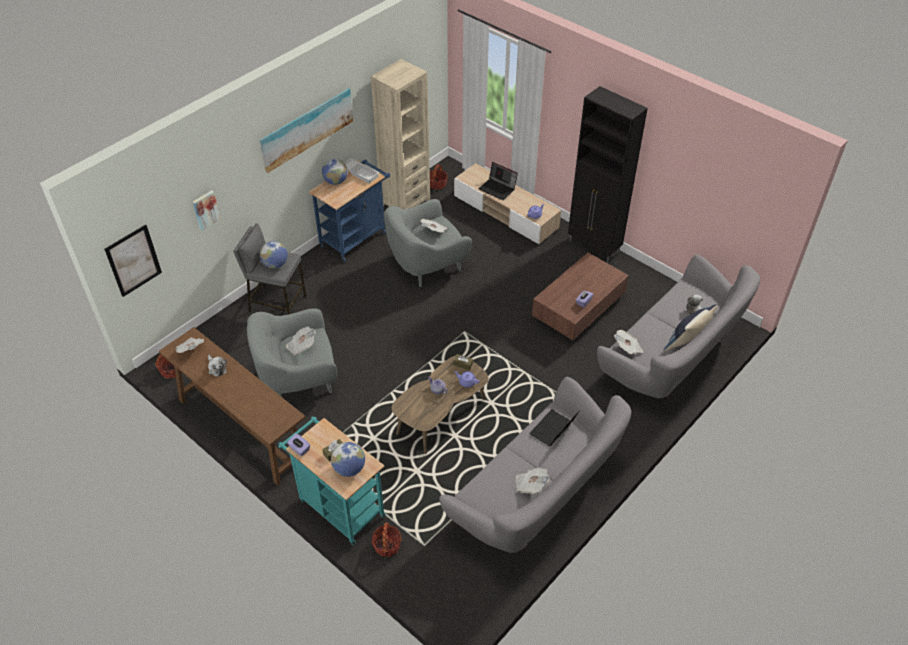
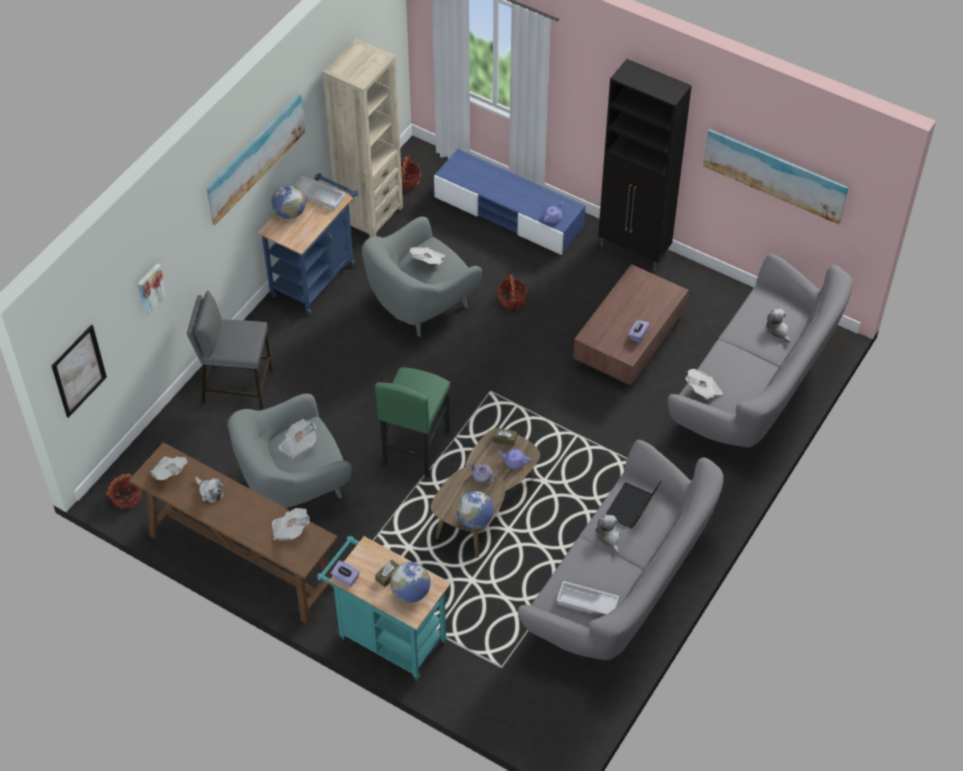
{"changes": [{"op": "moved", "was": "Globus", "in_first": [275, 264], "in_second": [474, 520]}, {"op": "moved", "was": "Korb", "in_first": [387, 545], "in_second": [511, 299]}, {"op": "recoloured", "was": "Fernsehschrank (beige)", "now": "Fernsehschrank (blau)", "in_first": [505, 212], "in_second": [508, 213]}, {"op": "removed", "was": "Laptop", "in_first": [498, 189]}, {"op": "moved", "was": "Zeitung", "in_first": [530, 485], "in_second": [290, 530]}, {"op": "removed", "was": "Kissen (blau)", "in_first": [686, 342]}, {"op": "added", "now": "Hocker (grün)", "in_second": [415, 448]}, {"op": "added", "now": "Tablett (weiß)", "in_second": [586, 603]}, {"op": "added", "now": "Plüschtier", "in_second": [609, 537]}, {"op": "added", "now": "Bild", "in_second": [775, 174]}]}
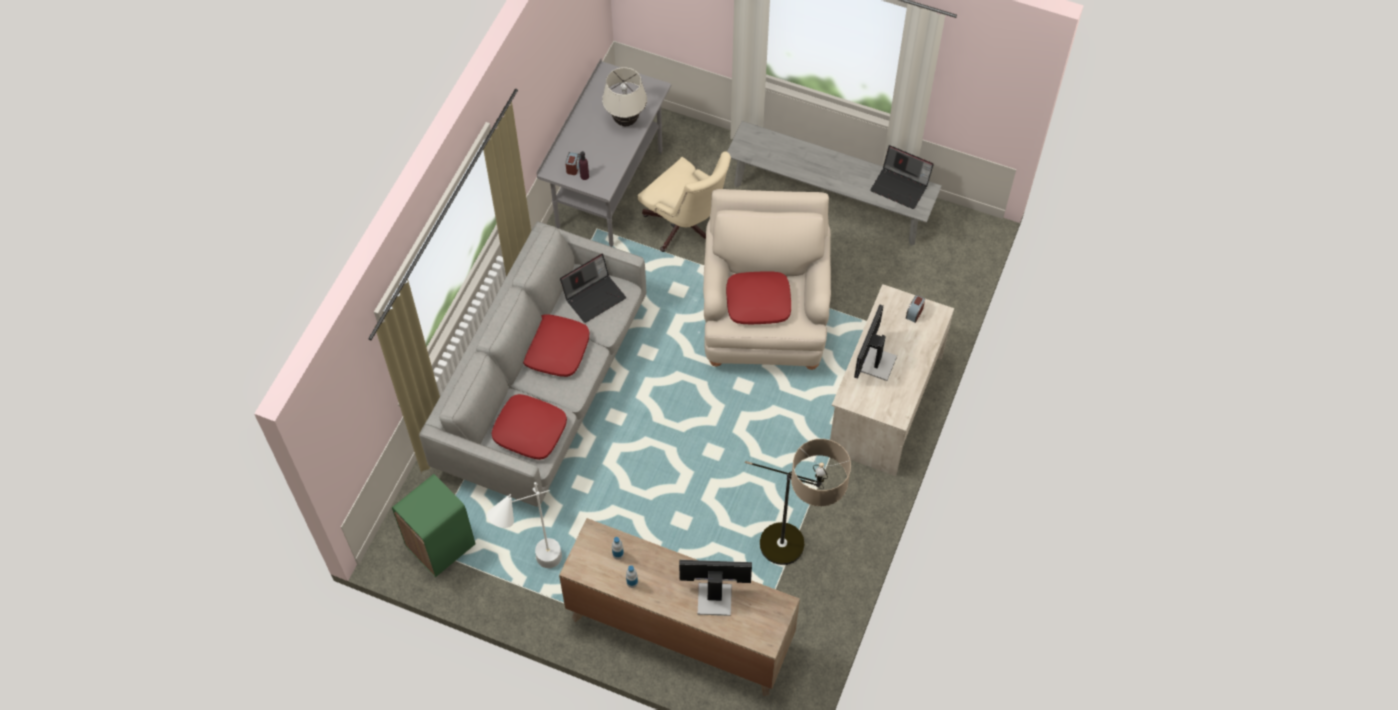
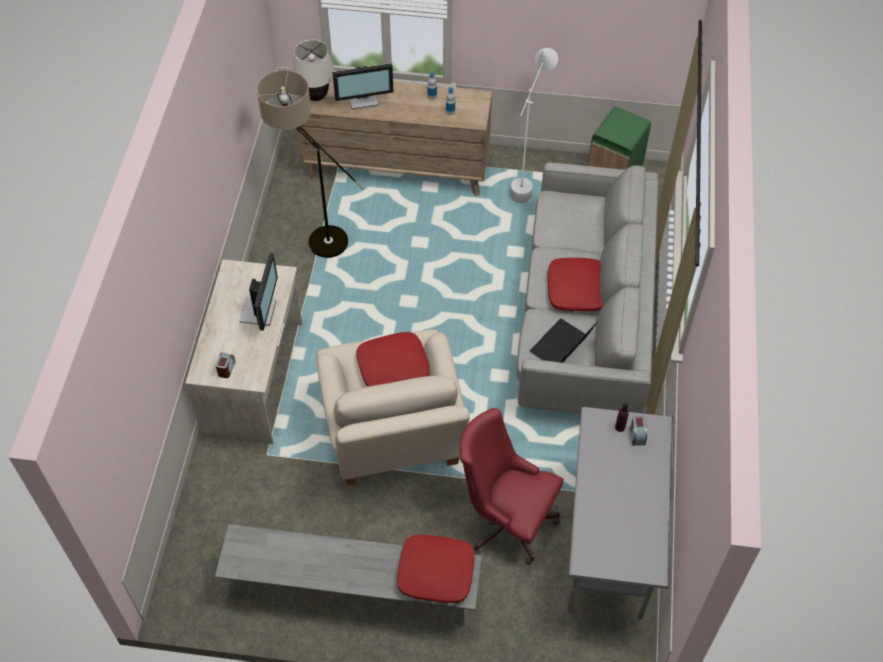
{"changes": [{"op": "moved", "was": "Kissen (rot)", "in_first": [530, 431], "in_second": [435, 573]}, {"op": "moved", "was": "Tischlampe (beige)", "in_first": [625, 121], "in_second": [316, 97]}, {"op": "recoloured", "was": "Bürostuhl (beige)", "now": "Bürostuhl (rot)", "in_first": [686, 227], "in_second": [506, 519]}, {"op": "removed", "was": "Laptop", "in_first": [901, 186]}]}
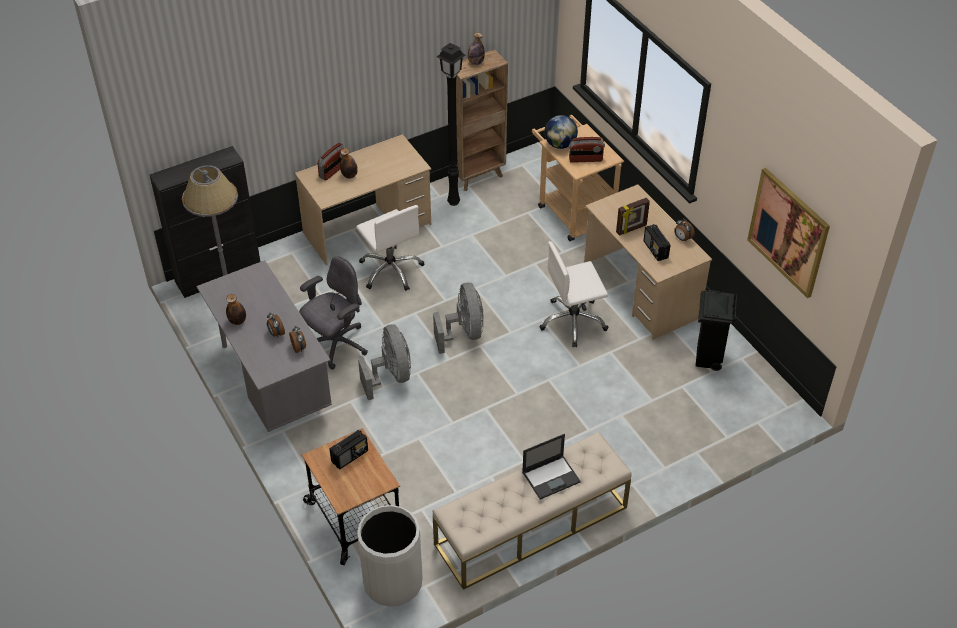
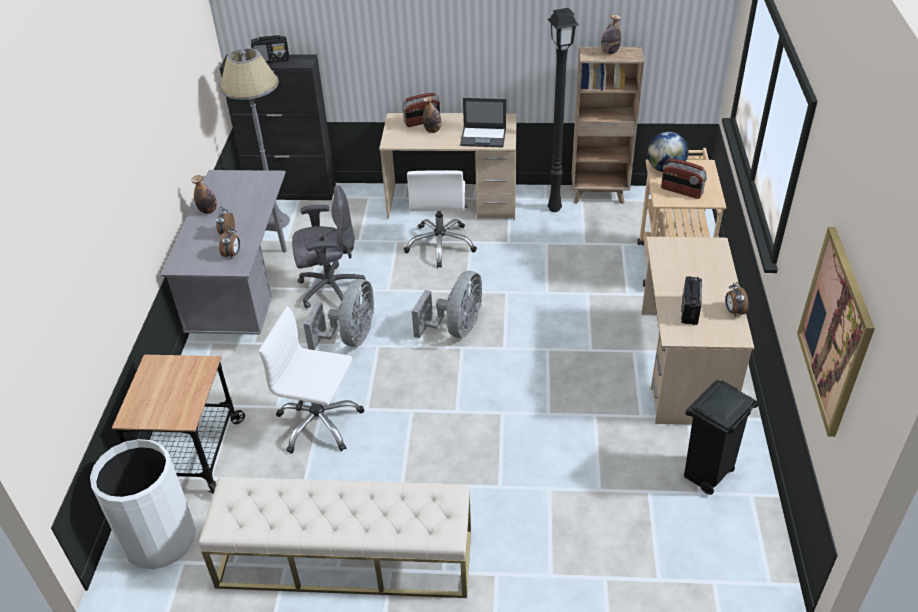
{"changes": [{"op": "moved", "was": "Radio", "in_first": [350, 456], "in_second": [272, 60]}, {"op": "moved", "was": "Laptop", "in_first": [551, 477], "in_second": [484, 137]}, {"op": "moved", "was": "Bürostuhl (weiß)", "in_first": [573, 322], "in_second": [319, 423]}, {"op": "removed", "was": "Bilderrahmen", "in_first": [631, 229]}]}
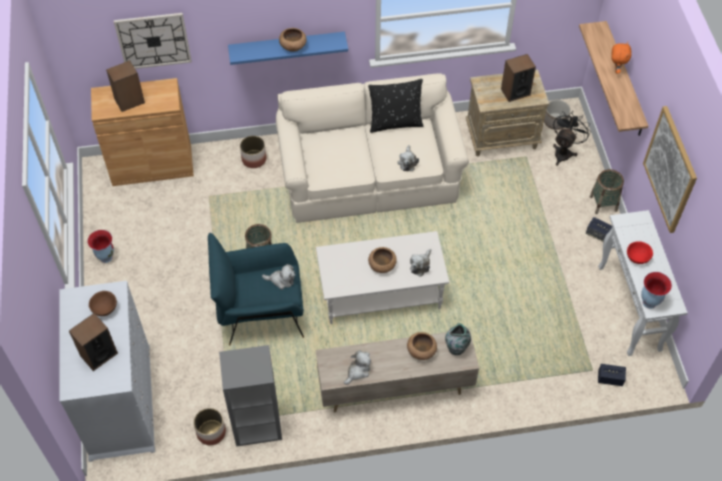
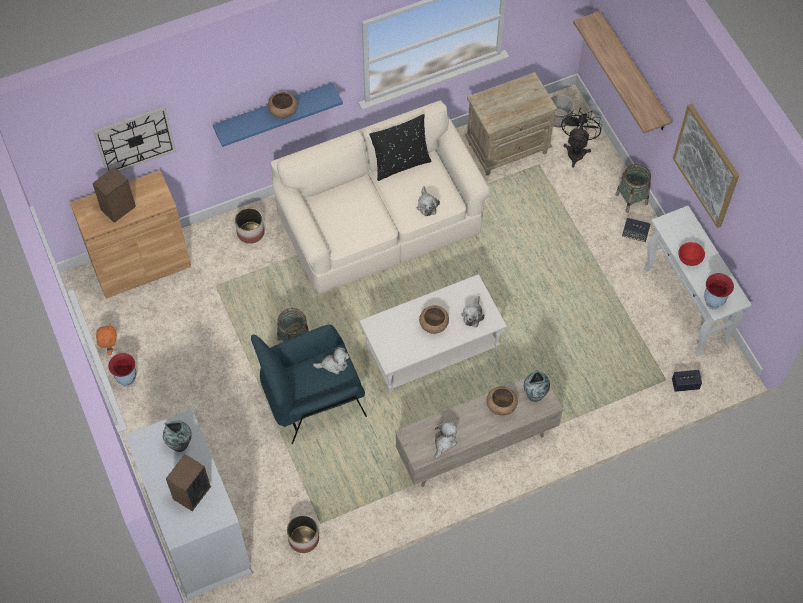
{"changes": [{"op": "replaced", "was": "Schüssel (braun)", "now": "Vase", "in_first": [105, 308], "in_second": [180, 444]}, {"op": "removed", "was": "Bücherregal (grau)", "in_first": [256, 426]}, {"op": "removed", "was": "Lautsprecher", "in_first": [515, 92]}, {"op": "moved", "was": "Plüschtier (orange)", "in_first": [616, 69], "in_second": [110, 347]}]}
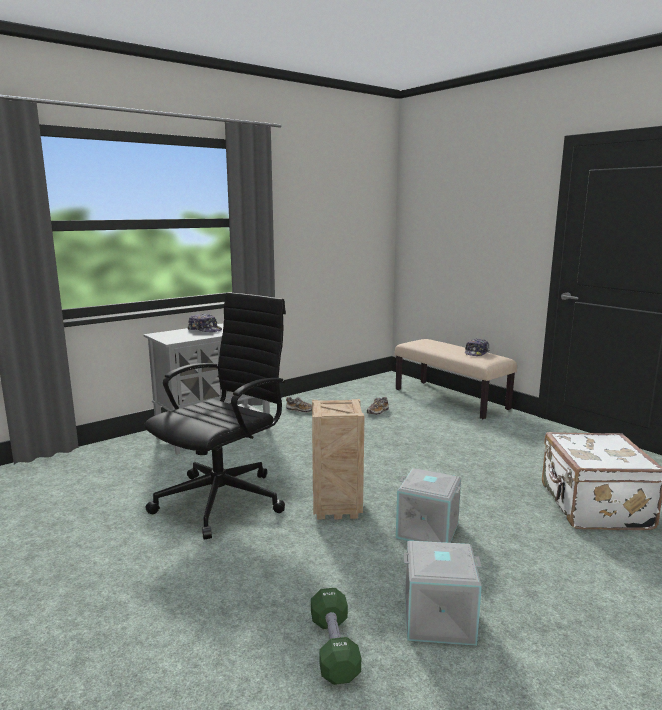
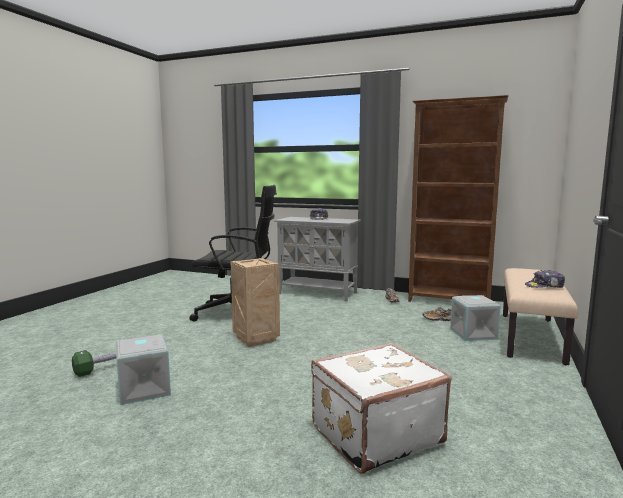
{"changes": [{"op": "moved", "was": "Aufbewahrungsbox (grau)", "in_first": [428, 530], "in_second": [474, 334]}, {"op": "added", "now": "Bücherregal (braun)", "in_second": [449, 301]}]}
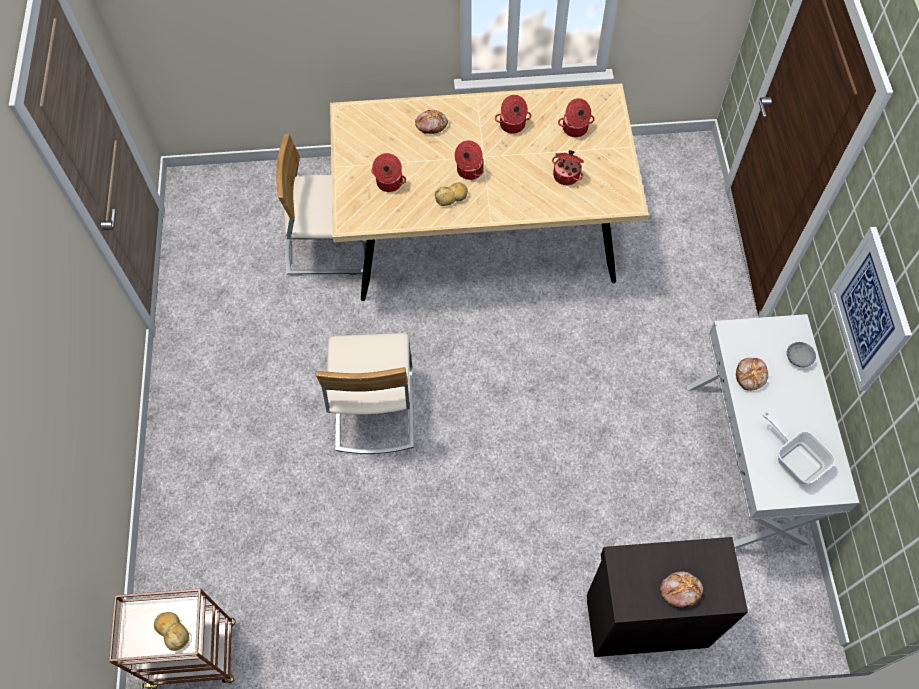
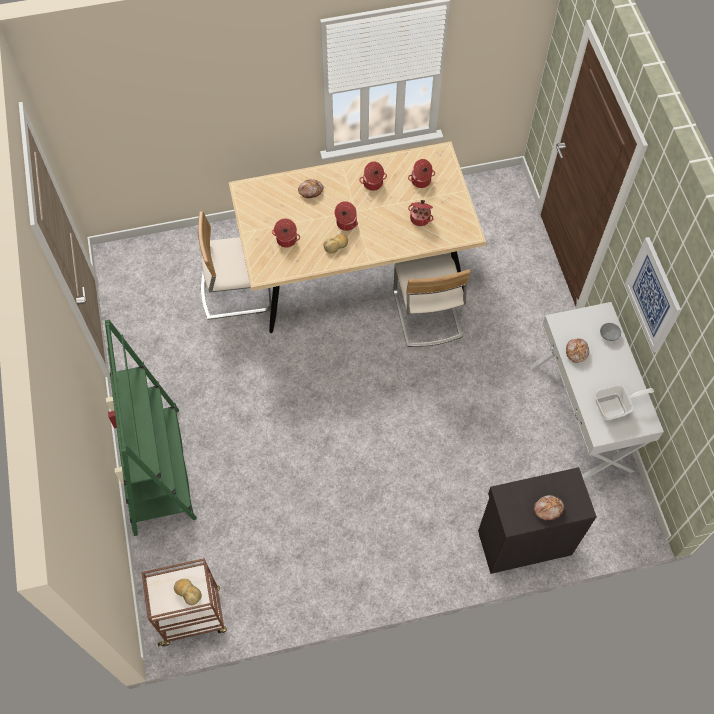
{"changes": [{"op": "moved", "was": "Stuhl (beige)", "in_first": [373, 409], "in_second": [426, 314]}, {"op": "turned", "was": "Pfanne", "in_first": [795, 458], "in_second": [615, 406], "clockwise": 120}, {"op": "added", "now": "Bücherregal (grün)", "in_second": [157, 470]}]}
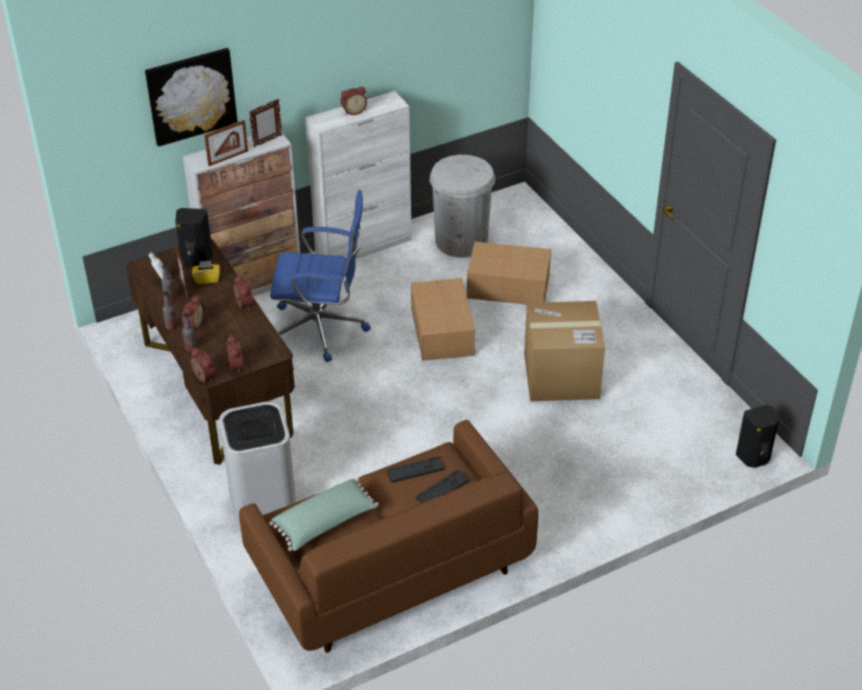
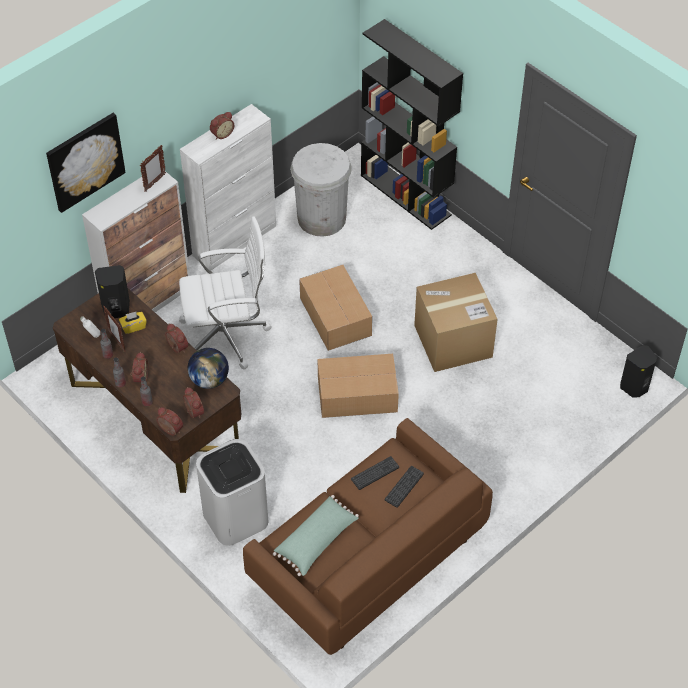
{"changes": [{"op": "removed", "was": "Bilderrahmen", "in_first": [228, 158]}, {"op": "recoloured", "was": "Bürostuhl (blau)", "now": "Bürostuhl (weiß)", "in_first": [321, 329], "in_second": [227, 336]}, {"op": "moved", "was": "Karton", "in_first": [507, 285], "in_second": [356, 394]}, {"op": "added", "now": "Globus", "in_second": [209, 380]}, {"op": "added", "now": "Bücherregal (schwarz)", "in_second": [406, 195]}]}
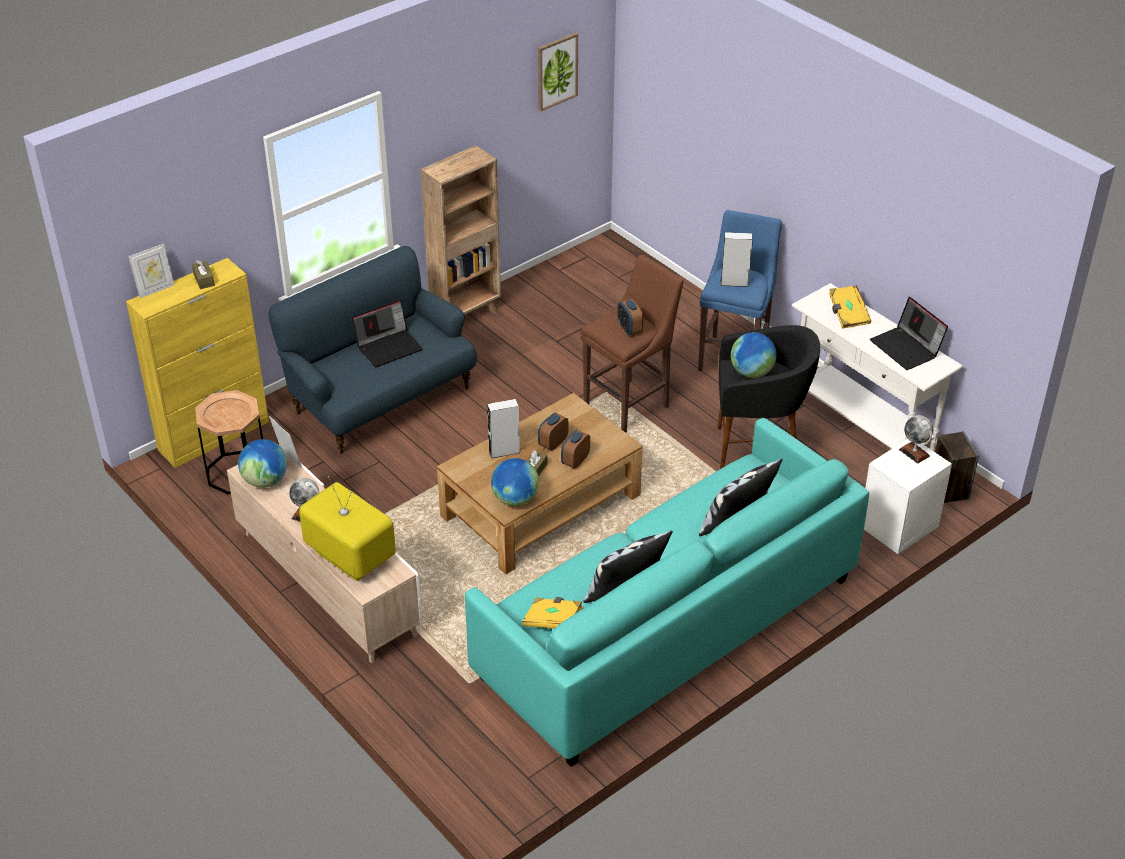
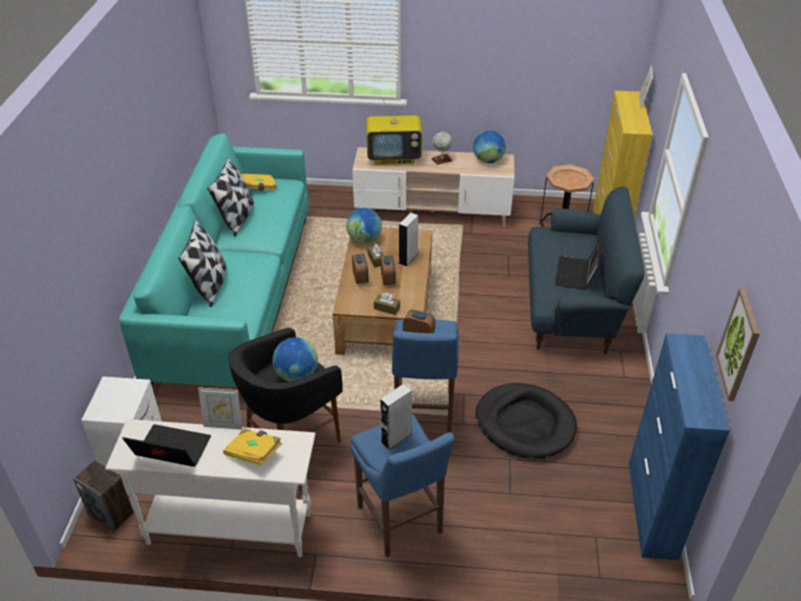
{"changes": [{"op": "moved", "was": "Taschentuchbox (braun)", "in_first": [204, 280], "in_second": [387, 308]}, {"op": "moved", "was": "Bilderrahmen", "in_first": [288, 459], "in_second": [223, 424]}, {"op": "removed", "was": "Bücherregal (braun)", "in_first": [466, 315]}, {"op": "recoloured", "was": "Hocker (braun)", "now": "Hocker (blau)", "in_first": [630, 404], "in_second": [423, 414]}, {"op": "removed", "was": "Globus", "in_first": [914, 453]}, {"op": "added", "now": "Hundebett (schwarz)", "in_second": [525, 423]}, {"op": "added", "now": "Schrank (blau)", "in_second": [652, 510]}]}
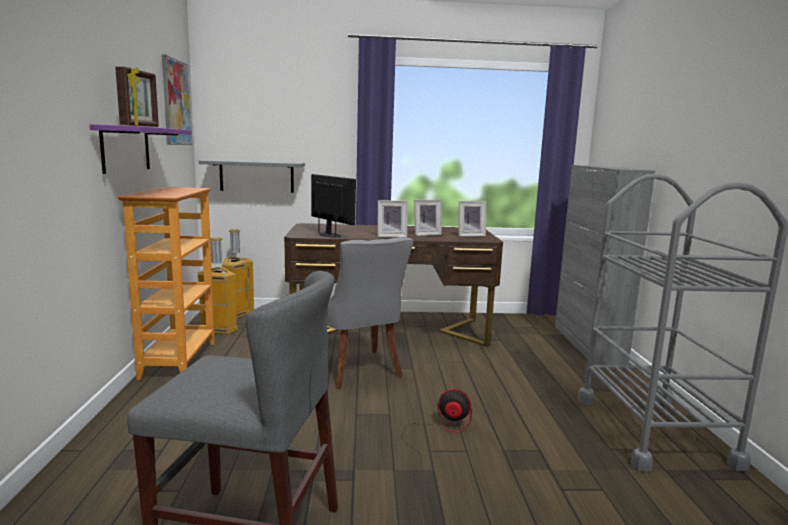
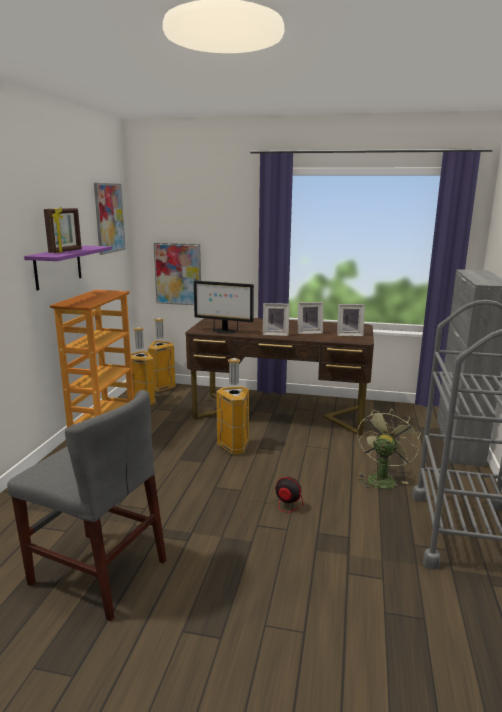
{"changes": [{"op": "replaced", "was": "Wandregal (grau)", "now": "Bild", "in_first": [256, 176], "in_second": [178, 274]}, {"op": "turned", "was": "Monitor", "in_first": [330, 235], "in_second": [224, 331], "clockwise": 135}, {"op": "replaced", "was": "Stuhl (grau)", "now": "Mülleimer", "in_first": [357, 370], "in_second": [234, 447]}, {"op": "added", "now": "Ventilator (grün)", "in_second": [382, 478]}]}
